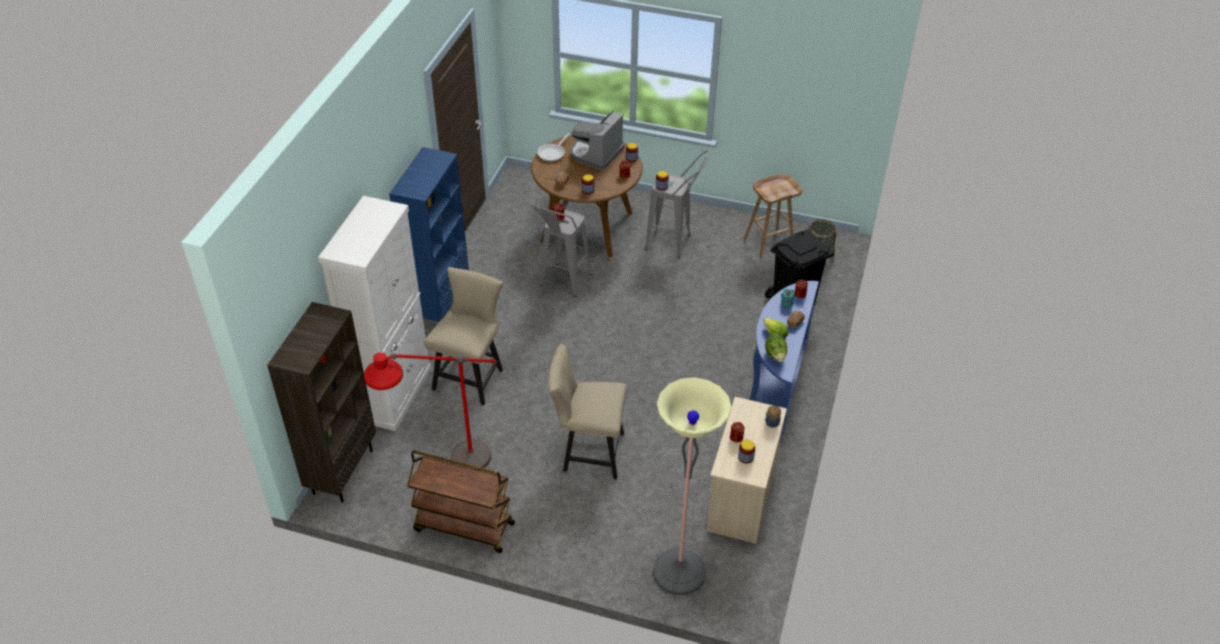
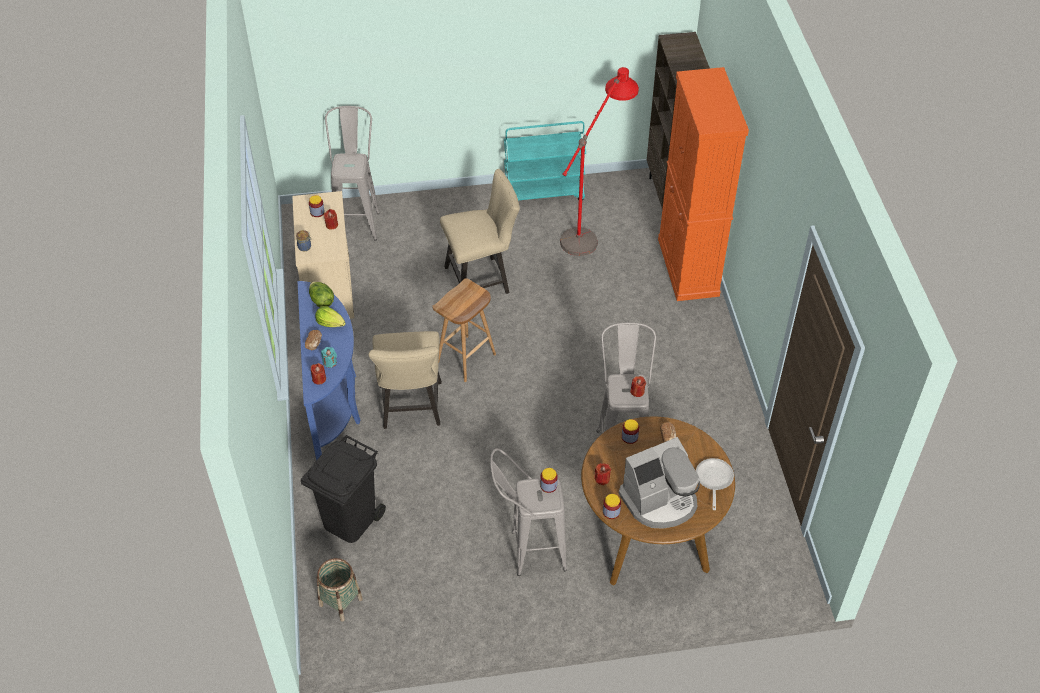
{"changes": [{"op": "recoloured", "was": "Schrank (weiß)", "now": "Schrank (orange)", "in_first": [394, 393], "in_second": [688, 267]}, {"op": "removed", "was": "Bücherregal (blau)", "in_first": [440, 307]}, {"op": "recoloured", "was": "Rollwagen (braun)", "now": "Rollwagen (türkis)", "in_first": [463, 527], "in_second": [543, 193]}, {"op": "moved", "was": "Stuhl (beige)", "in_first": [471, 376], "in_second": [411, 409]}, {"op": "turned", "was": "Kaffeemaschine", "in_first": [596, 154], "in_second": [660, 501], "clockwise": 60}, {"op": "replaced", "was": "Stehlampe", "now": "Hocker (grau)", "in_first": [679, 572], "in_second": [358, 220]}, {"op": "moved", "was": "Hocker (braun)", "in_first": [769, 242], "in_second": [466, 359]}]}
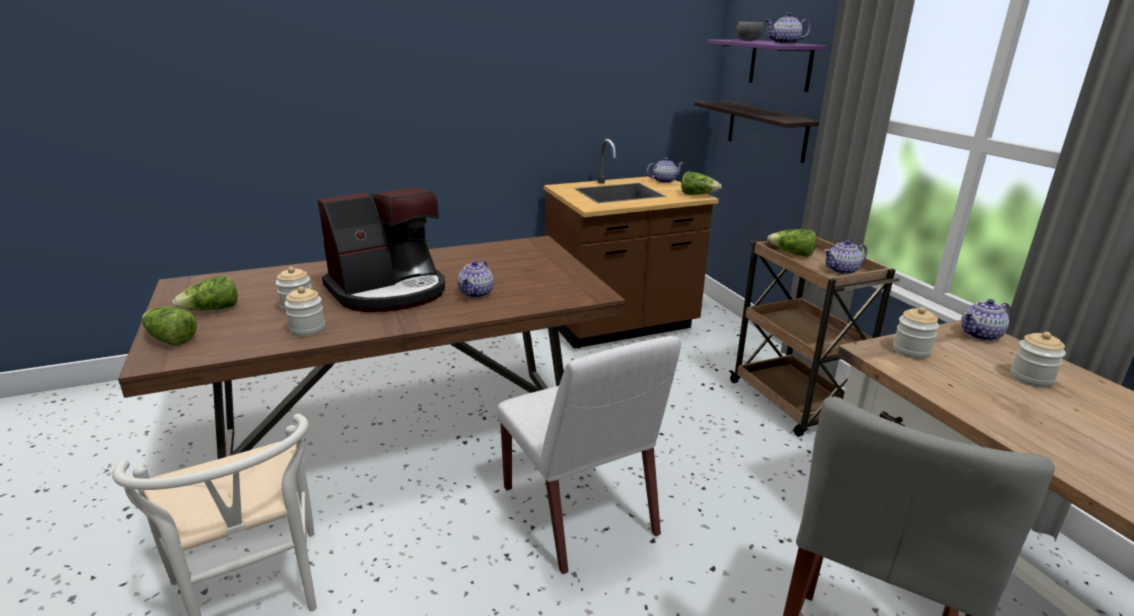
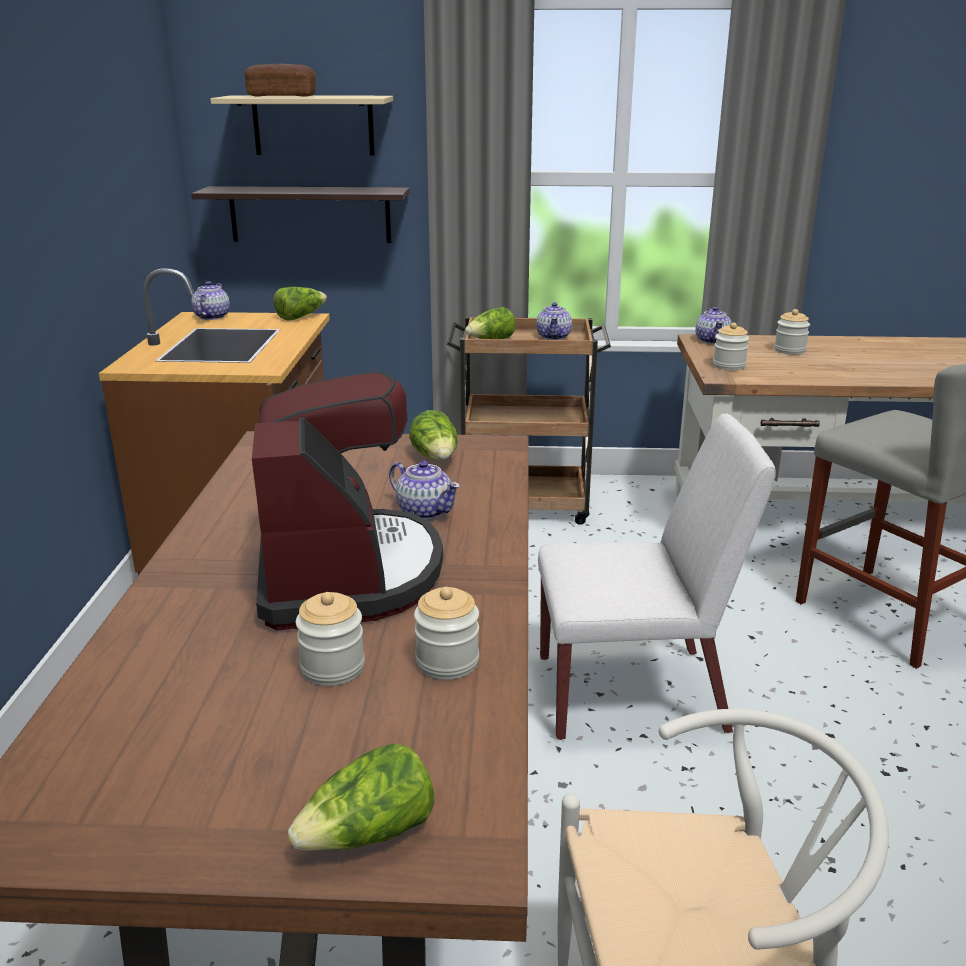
{"changes": [{"op": "moved", "was": "Salatkopf", "in_first": [212, 310], "in_second": [436, 458]}, {"op": "recoloured", "was": "Wandregal (lila)", "now": "Wandregal (beige)", "in_first": [780, 64], "in_second": [313, 125]}, {"op": "replaced", "was": "Schüssel (grau)", "now": "Brot", "in_first": [748, 41], "in_second": [281, 96]}, {"op": "removed", "was": "Teekanne", "in_first": [785, 43]}]}
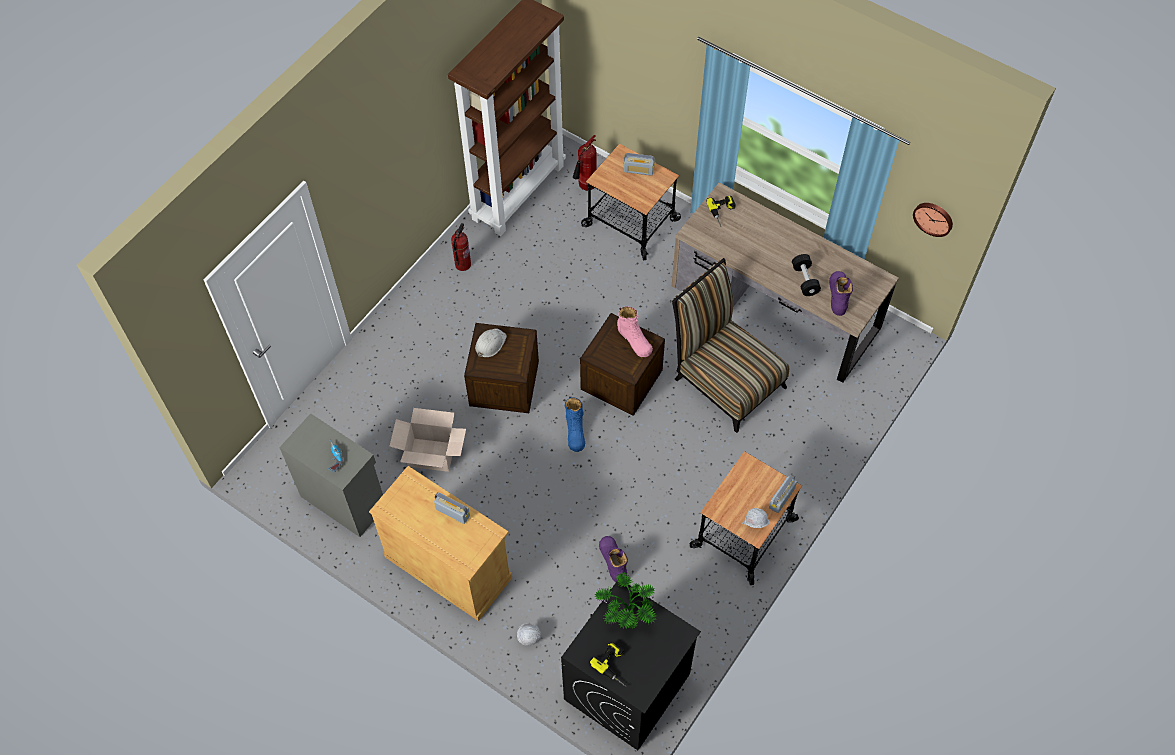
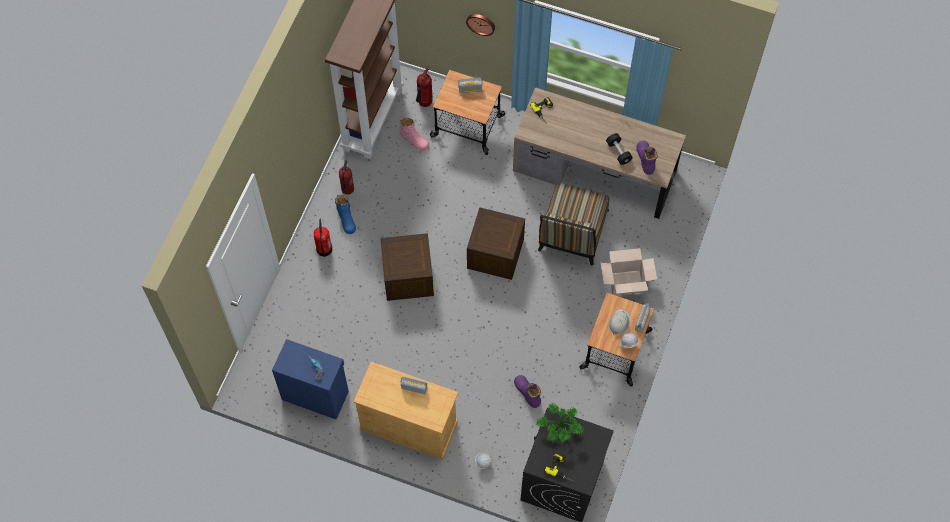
{"changes": [{"op": "recoloured", "was": "Schrank (grau)", "now": "Schrank (blau)", "in_first": [344, 499], "in_second": [315, 394]}, {"op": "moved", "was": "Karton", "in_first": [431, 455], "in_second": [625, 283]}, {"op": "moved", "was": "Schutzhelm (weiß)", "in_first": [490, 344], "in_second": [619, 322]}, {"op": "moved", "was": "Stiefel (blau)", "in_first": [575, 431], "in_second": [346, 219]}, {"op": "moved", "was": "Stiefel (rosa)", "in_first": [634, 340], "in_second": [414, 140]}, {"op": "turned", "was": "Stuhl", "in_first": [725, 378], "in_second": [571, 235], "clockwise": -105}, {"op": "moved", "was": "Wanduhr", "in_first": [933, 218], "in_second": [481, 23]}, {"op": "added", "now": "Feuerlöscher", "in_second": [324, 249]}]}
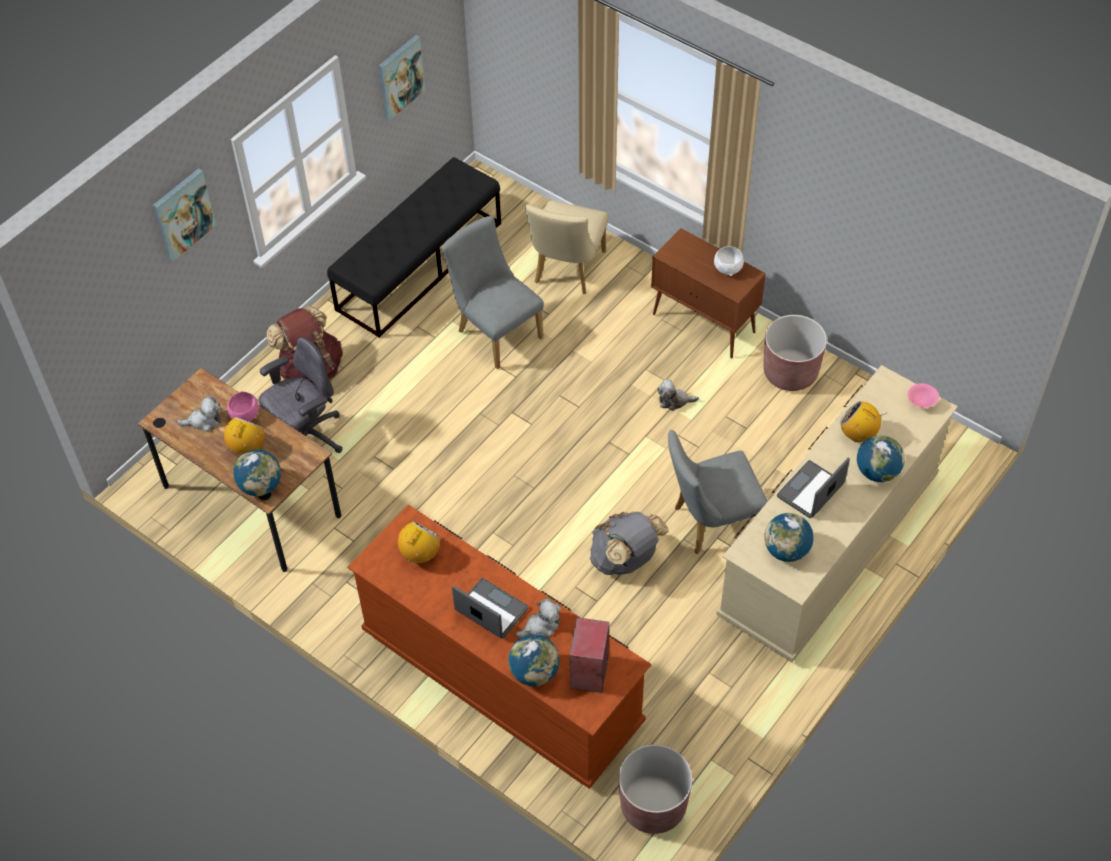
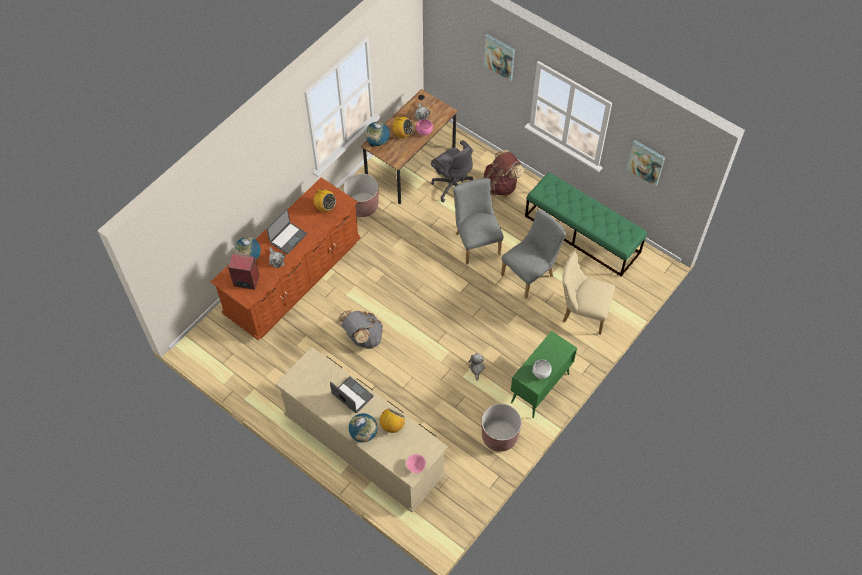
{"changes": [{"op": "recoloured", "was": "Bank (schwarz)", "now": "Bank (grün)", "in_first": [420, 265], "in_second": [582, 234]}, {"op": "moved", "was": "Pflanzkübel (braun)", "in_first": [653, 805], "in_second": [362, 206]}, {"op": "recoloured", "was": "Schrank (braun)", "now": "Schrank (grün)", "in_first": [704, 324], "in_second": [539, 389]}, {"op": "moved", "was": "Stuhl (grau)", "in_first": [710, 523], "in_second": [476, 241]}, {"op": "removed", "was": "Globus", "in_first": [786, 550]}]}
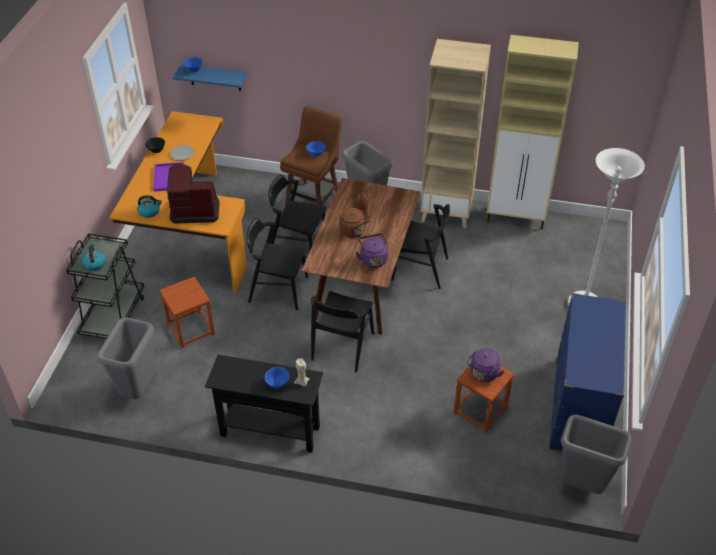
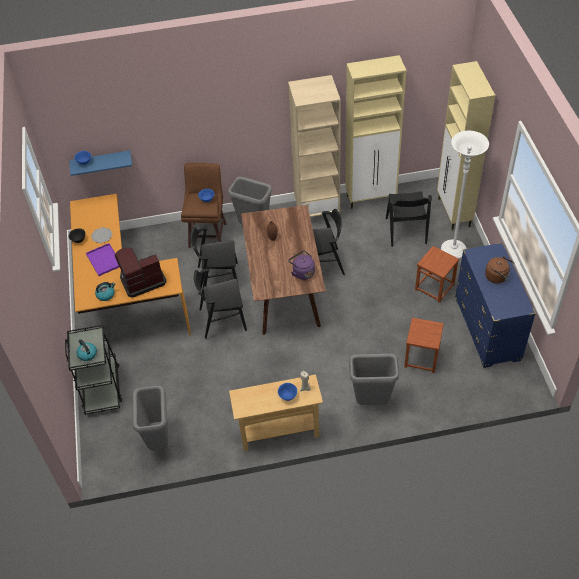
{"changes": [{"op": "moved", "was": "Hocker (braun)", "in_first": [191, 329], "in_second": [434, 287]}, {"op": "recoloured", "was": "Konsolentisch (schwarz)", "now": "Konsolentisch (beige)", "in_first": [270, 431], "in_second": [279, 432]}, {"op": "moved", "was": "Stuhl (schwarz)", "in_first": [342, 347], "in_second": [406, 231]}, {"op": "moved", "was": "Wasserkessel (braun)", "in_first": [354, 232], "in_second": [497, 277]}, {"op": "removed", "was": "Wasserkessel (lila)", "in_first": [483, 374]}, {"op": "moved", "was": "Mülleimer (grau)", "in_first": [581, 486], "in_second": [371, 402]}, {"op": "added", "now": "Schrank (beige)", "in_second": [454, 213]}]}
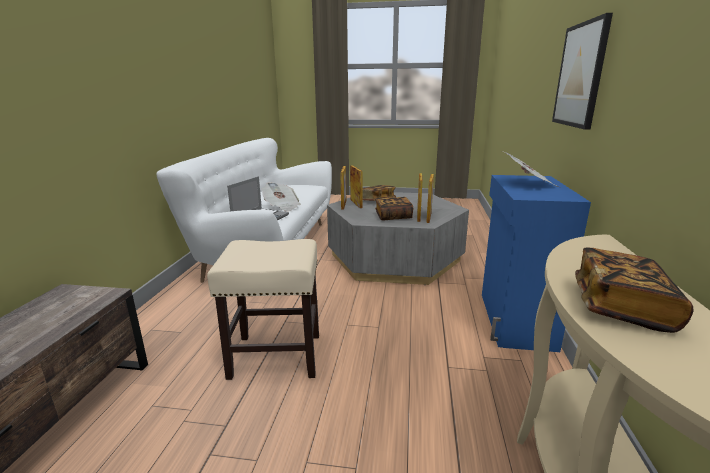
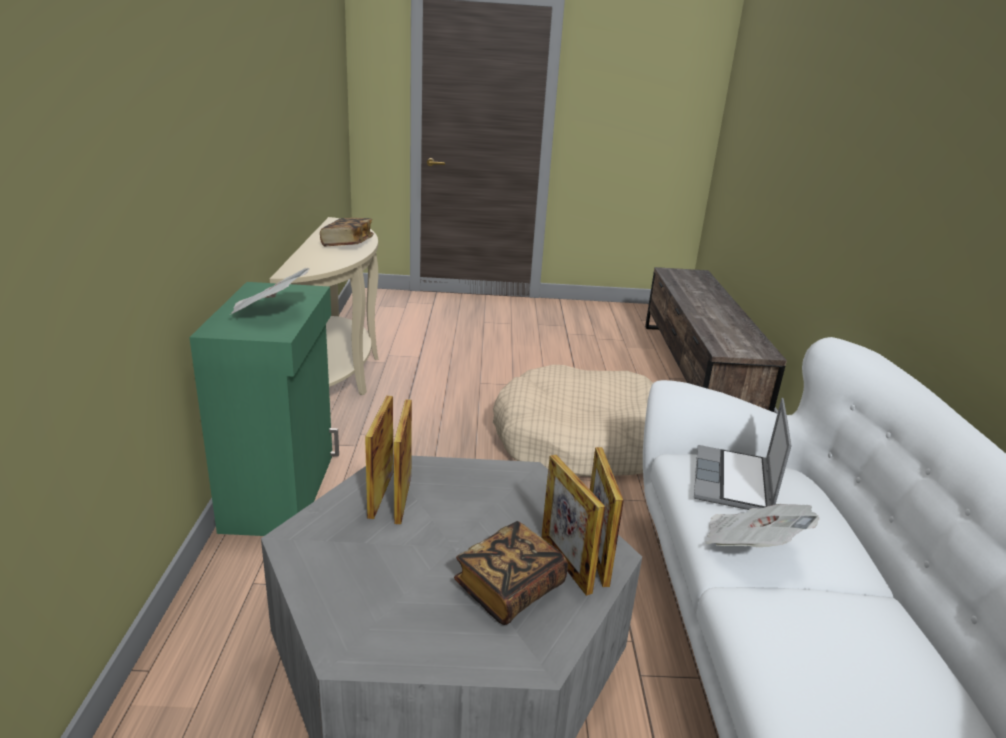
{"changes": [{"op": "replaced", "was": "Hocker (beige)", "now": "Hundebett (beige)", "in_first": [274, 356], "in_second": [580, 441]}, {"op": "removed", "was": "Buch", "in_first": [393, 216]}, {"op": "recoloured", "was": "Schrank (blau)", "now": "Schrank (grün)", "in_first": [514, 320], "in_second": [282, 490]}, {"op": "removed", "was": "Bild", "in_first": [580, 75]}]}
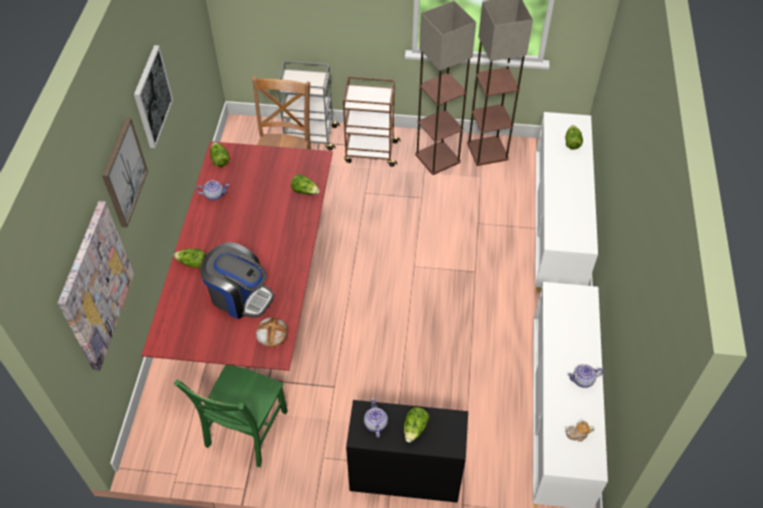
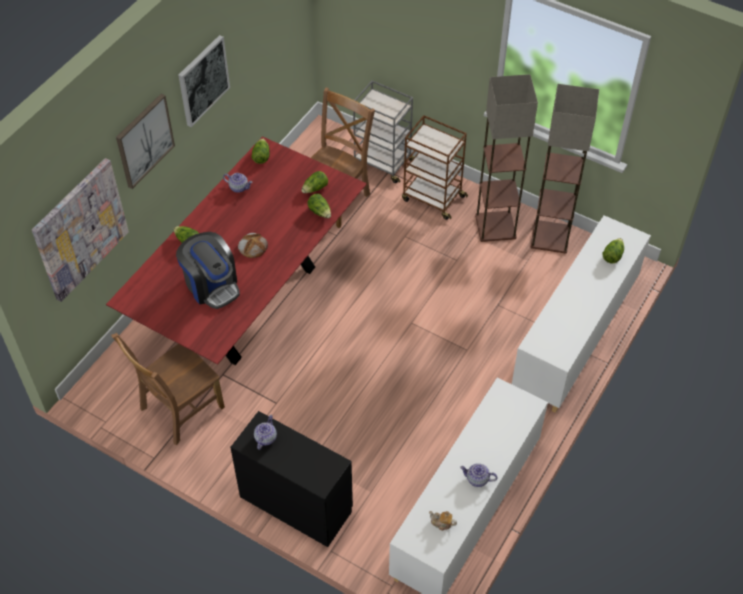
{"changes": [{"op": "recoloured", "was": "Stuhl (grün)", "now": "Stuhl (braun)", "in_first": [244, 431], "in_second": [179, 410]}, {"op": "moved", "was": "Brot", "in_first": [272, 333], "in_second": [253, 246]}, {"op": "moved", "was": "Salatkopf", "in_first": [415, 428], "in_second": [315, 189]}]}
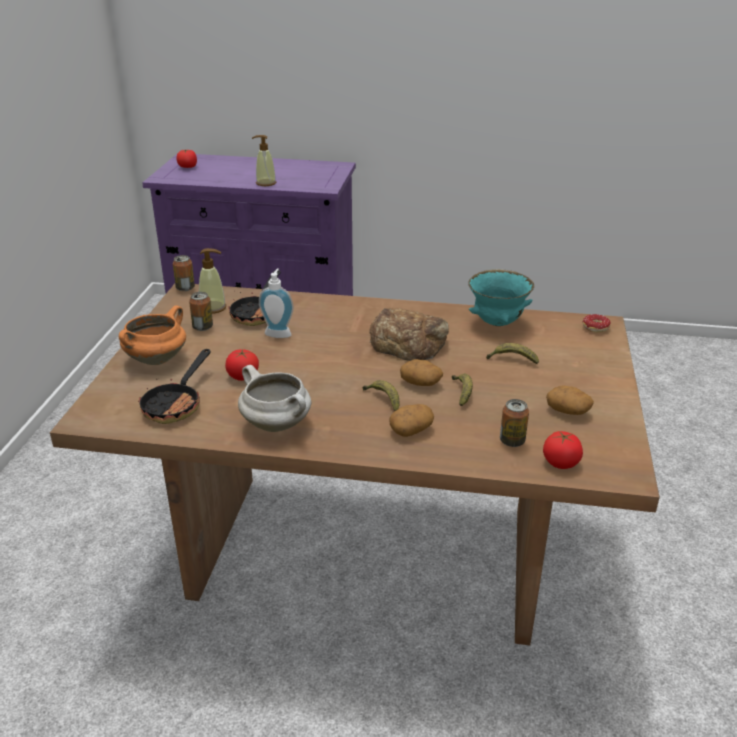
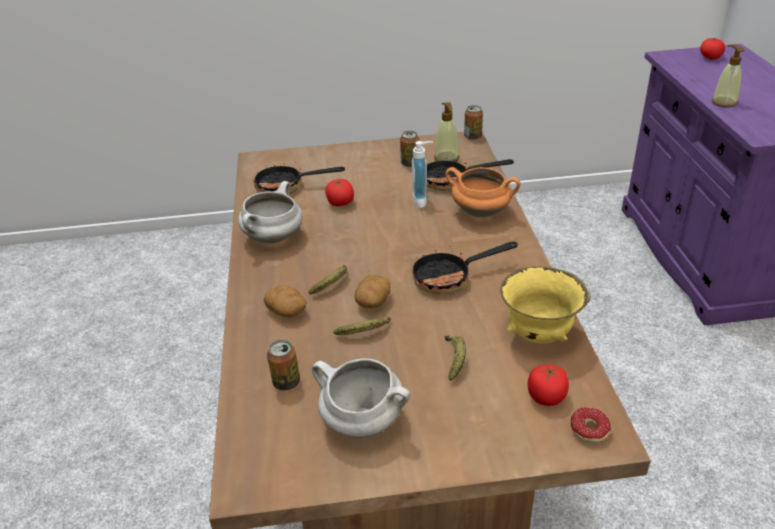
{"changes": [{"op": "moved", "was": "Kochtopf (orange)", "in_first": [157, 359], "in_second": [481, 212]}, {"op": "replaced", "was": "Brot", "now": "Pfanne", "in_first": [408, 342], "in_second": [450, 277]}, {"op": "recoloured", "was": "Schüssel (türkis)", "now": "Schüssel (gelb)", "in_first": [497, 322], "in_second": [539, 335]}, {"op": "moved", "was": "Tomate", "in_first": [561, 462], "in_second": [546, 397]}, {"op": "replaced", "was": "Kartoffel", "now": "Kochtopf (weiß)", "in_first": [568, 410], "in_second": [361, 421]}]}
